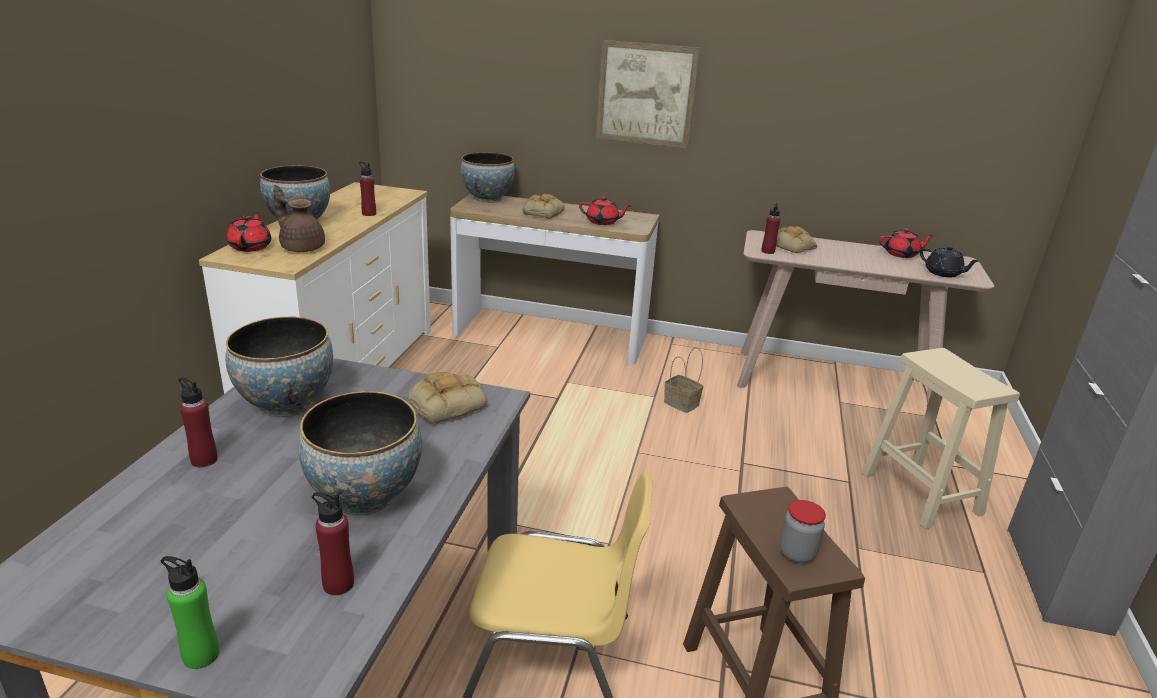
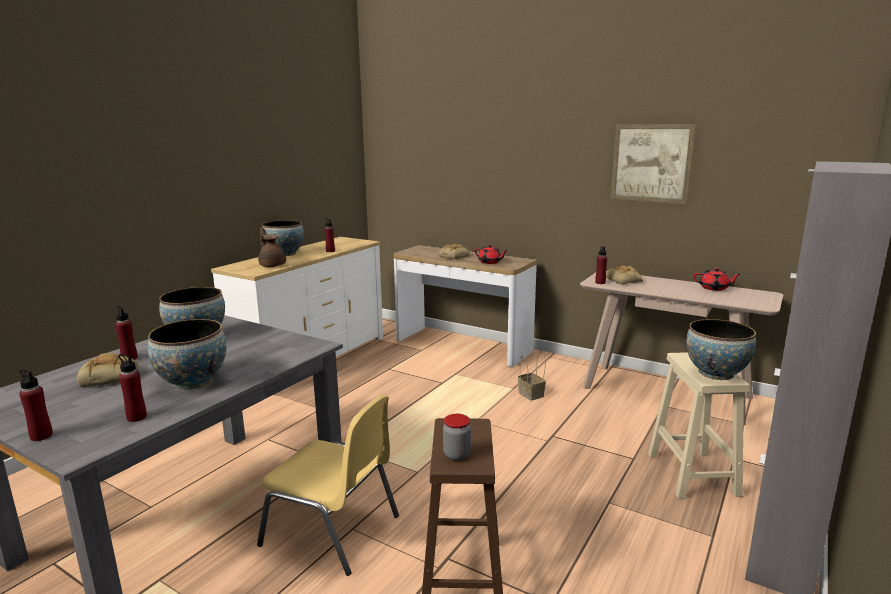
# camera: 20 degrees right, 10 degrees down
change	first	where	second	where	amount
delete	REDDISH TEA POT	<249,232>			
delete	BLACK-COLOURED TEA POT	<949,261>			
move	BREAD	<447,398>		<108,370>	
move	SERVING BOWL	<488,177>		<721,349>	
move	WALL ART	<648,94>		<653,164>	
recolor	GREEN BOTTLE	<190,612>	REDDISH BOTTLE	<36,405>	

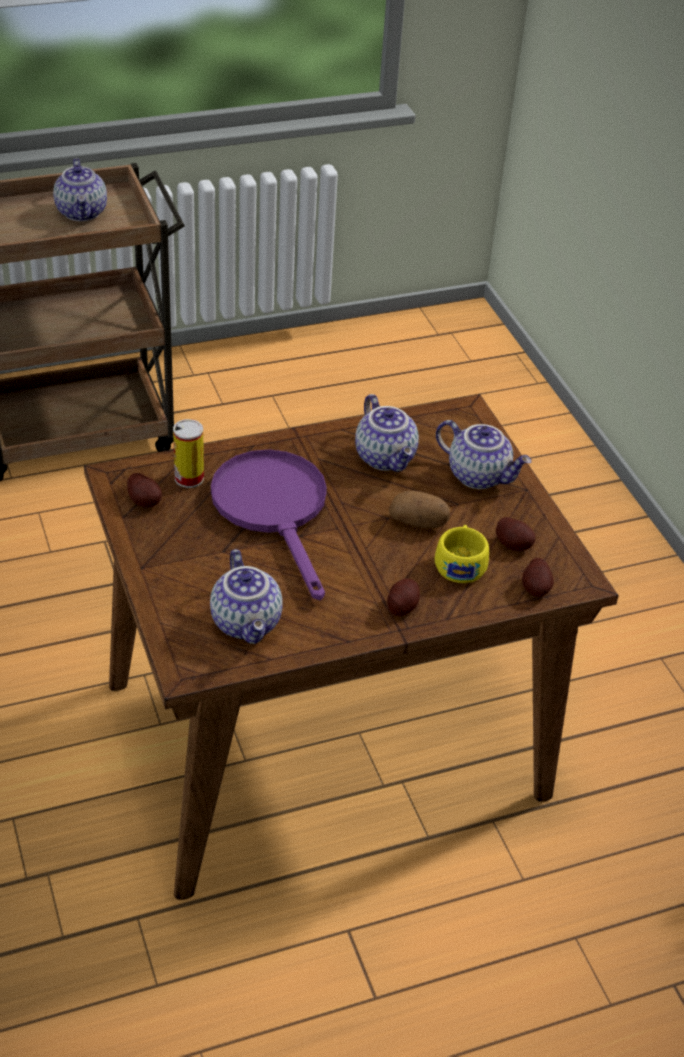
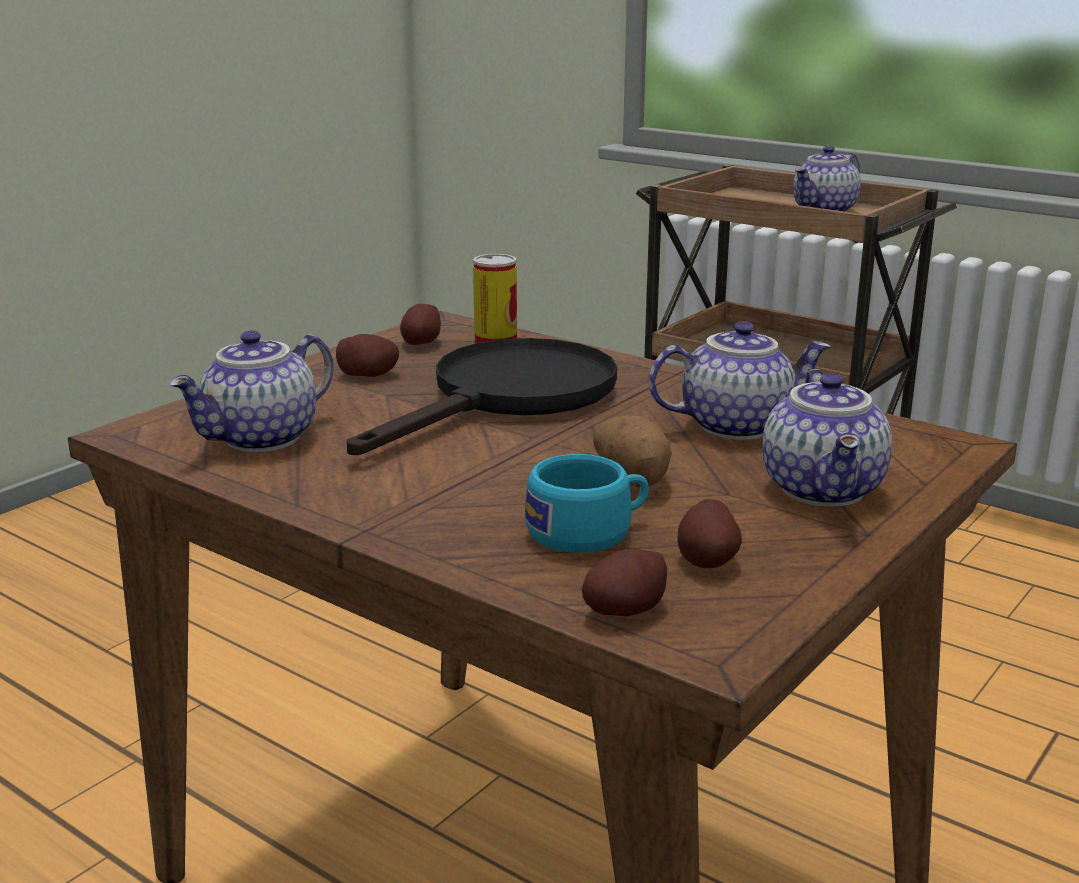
# camera: 60 degrees right, 20 degrees down
change	first	where	second	where	amount
move	SPUD	<403,597>		<367,355>	
recolor	PURPLISH SKILLET	<269,525>	BLACK-COLOURED SKILLET	<481,396>	
recolor	YELLOWISH SMALL CUP	<462,554>	TURQUOISE SMALL CUP	<587,503>	
rotate	TEA POT	<387,433>		<740,380>	135 degrees counterclockwise

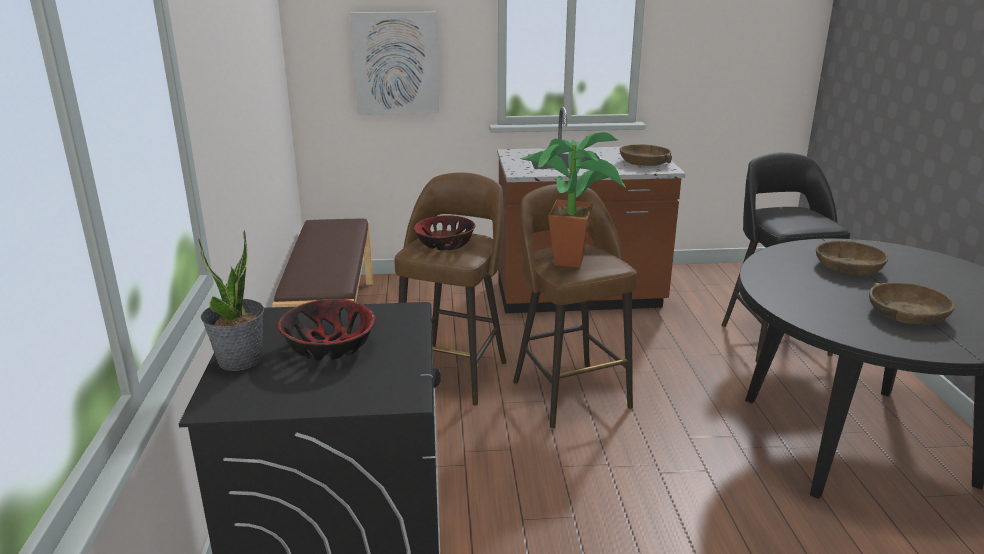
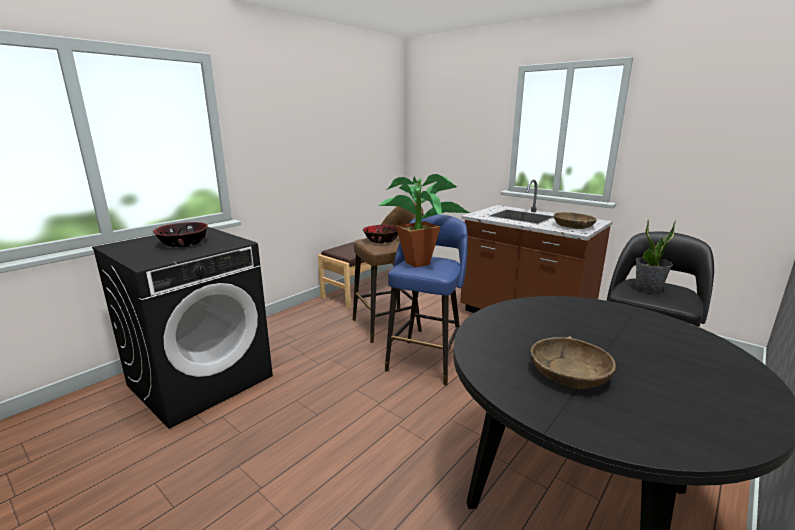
# camera: 45 degrees right, 5 degrees down
change	first	where	second	where	amount
delete	WALL ART	<394,63>			
delete	BROWNISH SERVING BOWL	<852,258>			
move	PLANT IN A POT	<231,300>		<656,256>	
recolor	BROWNISH STOOL SEAT	<575,306>	BLUE-COLOURED STOOL SEAT	<426,300>	

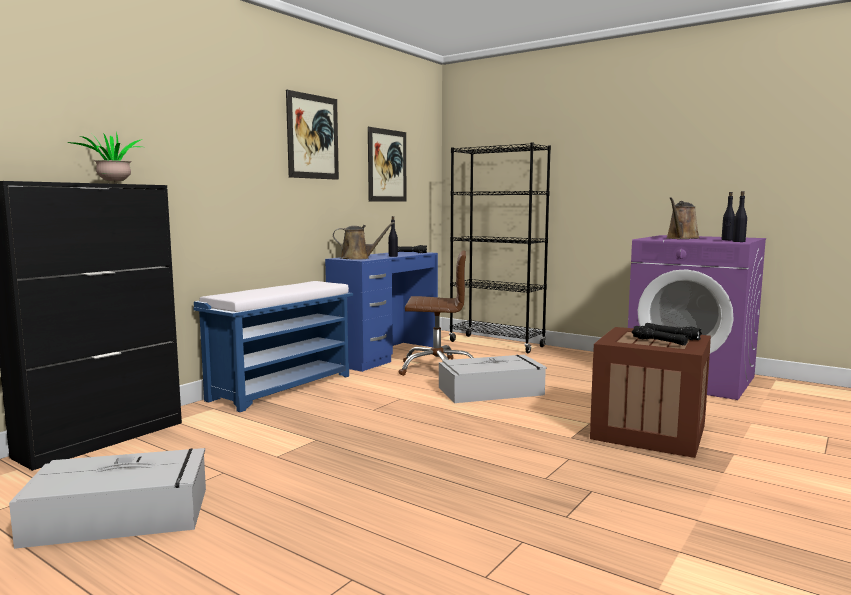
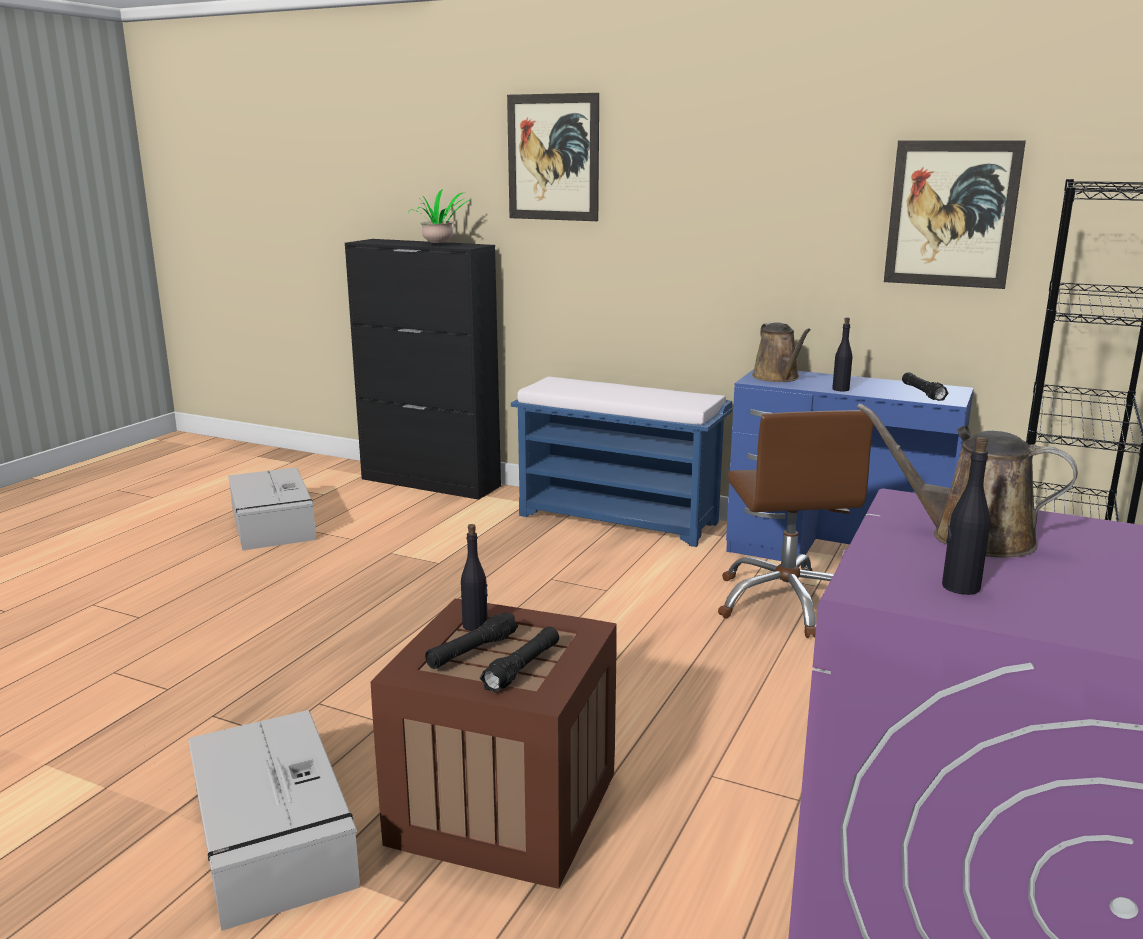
# camera: 80 degrees right, 10 degrees up
change	first	where	second	where	amount
move	WALL ART	<312,135>		<553,157>	
move	GREYISH STORAGE CONTAINER	<493,379>		<274,820>	
move	BLACK-COLOURED BOTTLE	<740,216>		<474,577>	

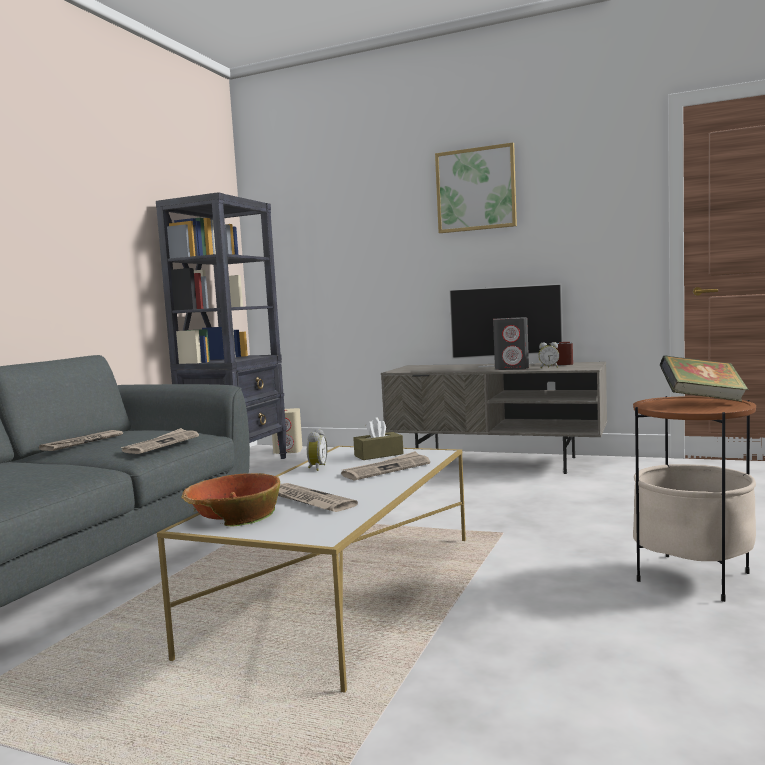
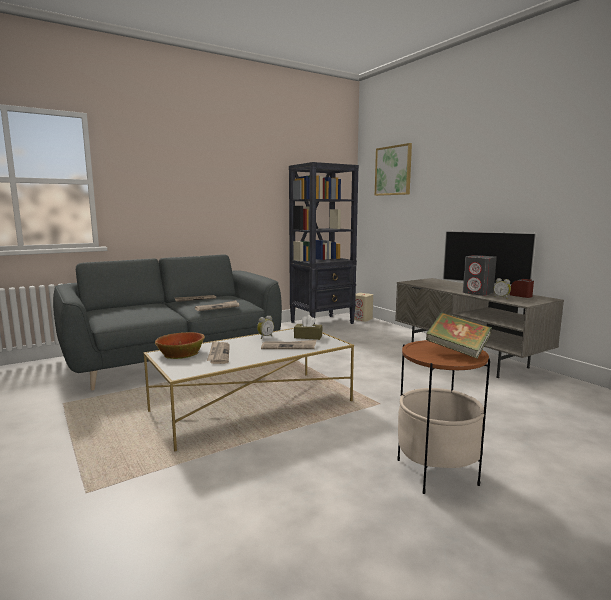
# camera: 35 degrees right, 5 degrees up
change	first	where	second	where	amount
move	WALL ART	<476,188>		<393,169>	

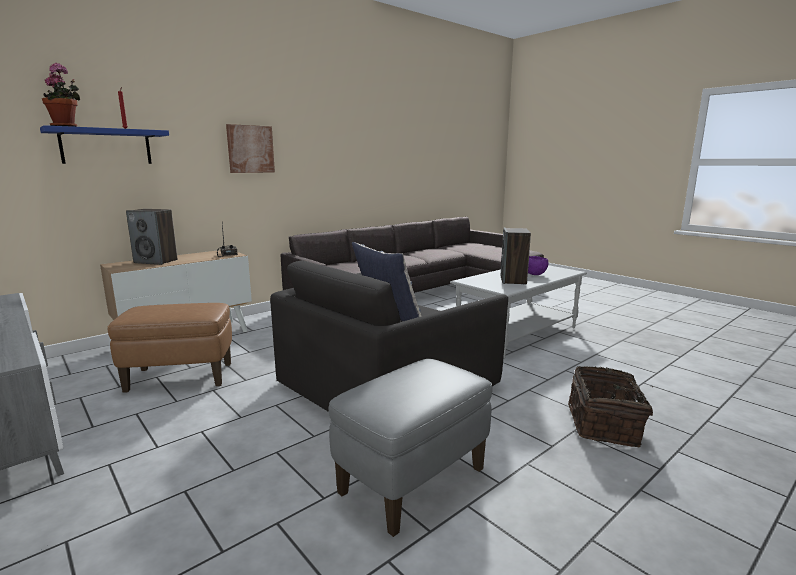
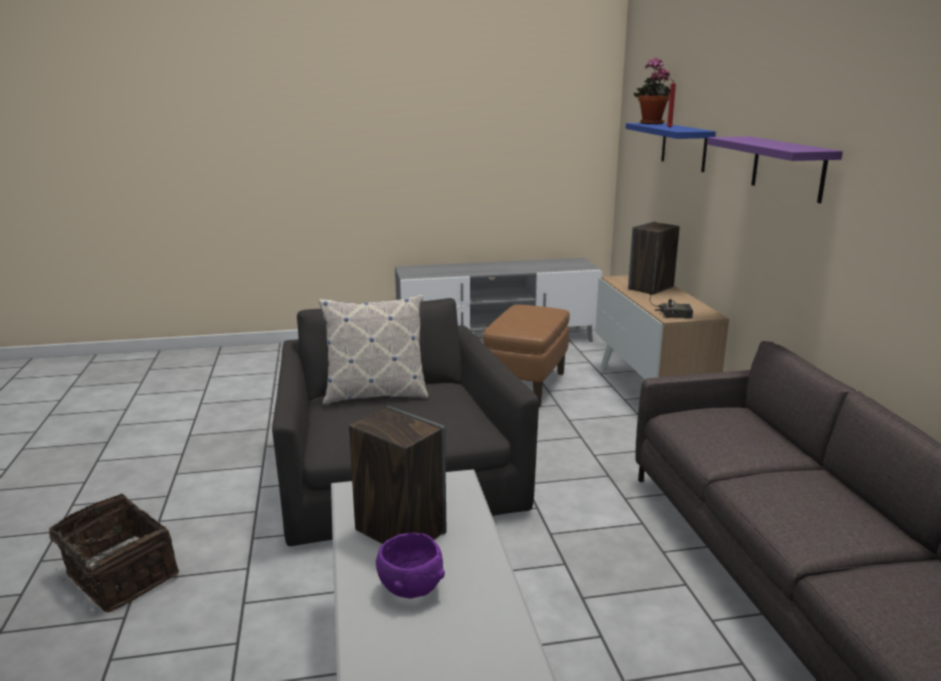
# camera: 120 degrees right, 5 degrees up
change	first	where	second	where	amount
delete	GREYISH POUFFE	<410,448>			
replace	WALL ART	<250,148>	PURPLISH BRACKET SHELF	<775,169>	

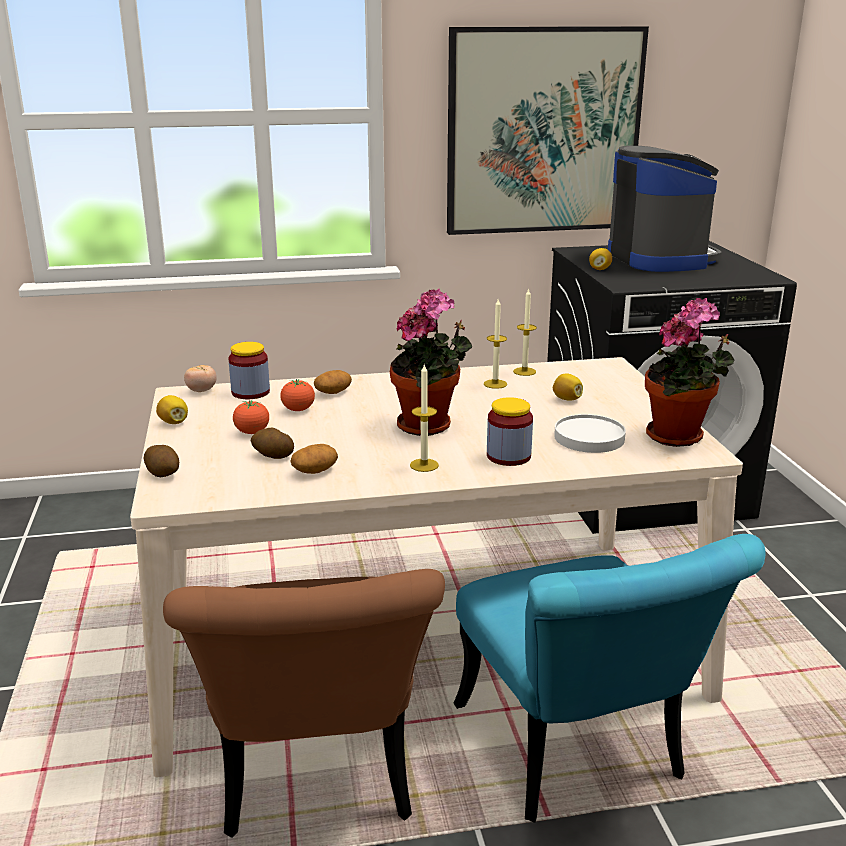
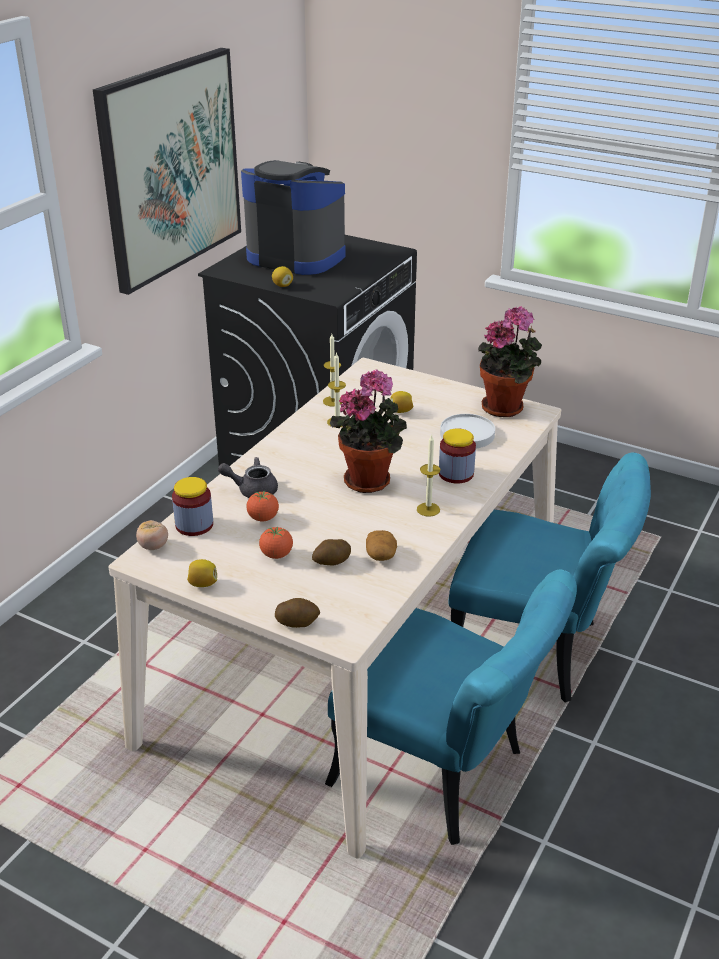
# camera: 50 degrees left, 10 degrees up
change	first	where	second	where	amount
replace	SPUD	<333,382>	GREYISH TEA POT	<248,477>	
recolor	BROWNISH UPRIGHT CHAIR	<304,703>	TURQUOISE UPRIGHT CHAIR	<451,707>	

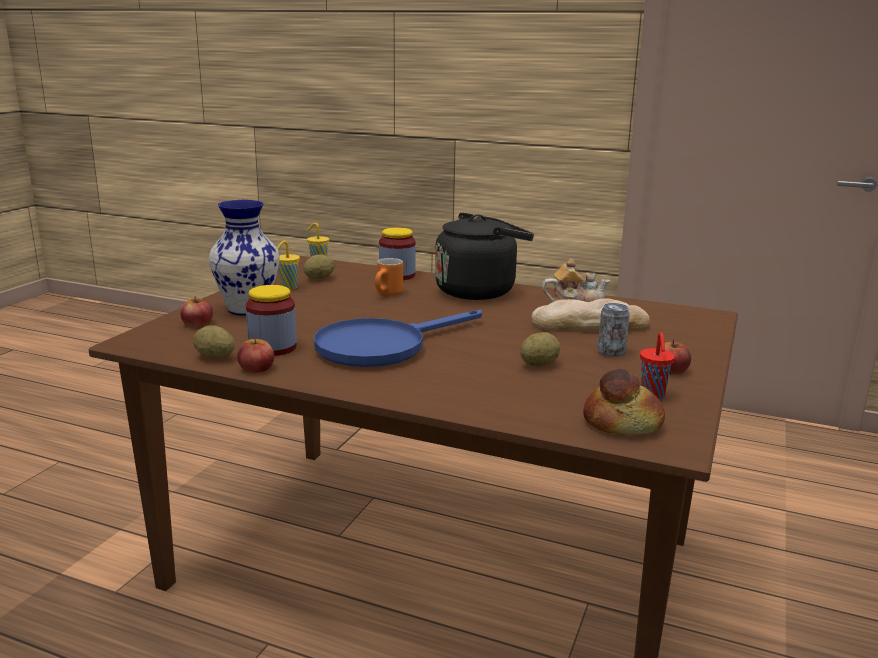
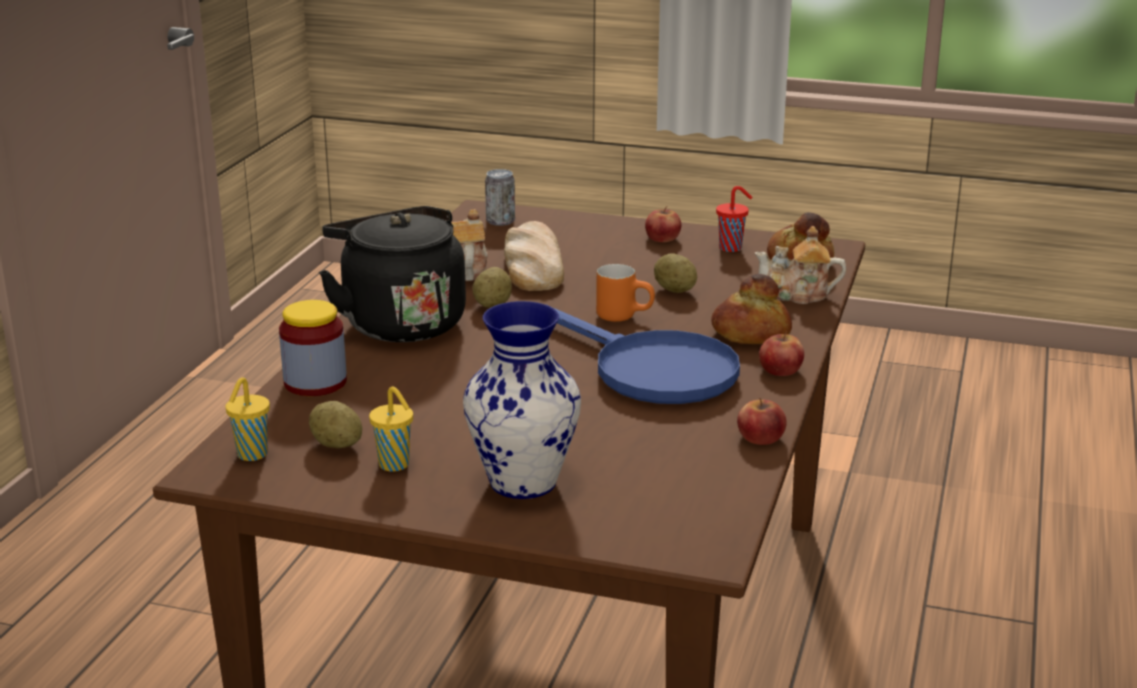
# camera: 95 degrees left, 5 degrees up
change	first	where	second	where	amount
delete	PRESERVE JAR	<271,320>			
insert			BREAD	<751,309>	
insert			TEA POT	<800,265>	
move	APPLE	<196,311>		<781,353>	
move	SPUD	<214,342>		<492,287>	
move	ORANGE-COLOURED MUG	<389,277>		<625,293>	
move	METAL CAN	<614,330>		<500,197>	

